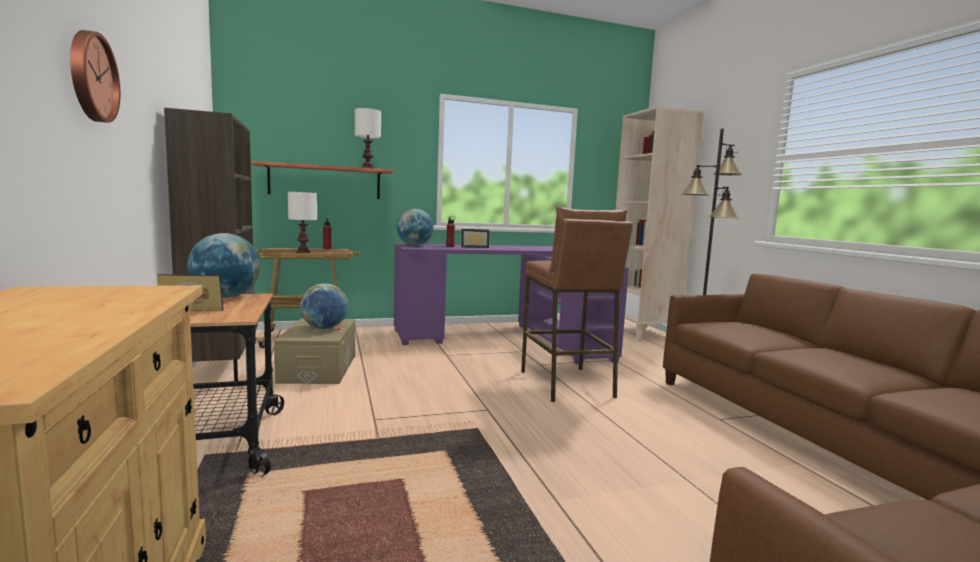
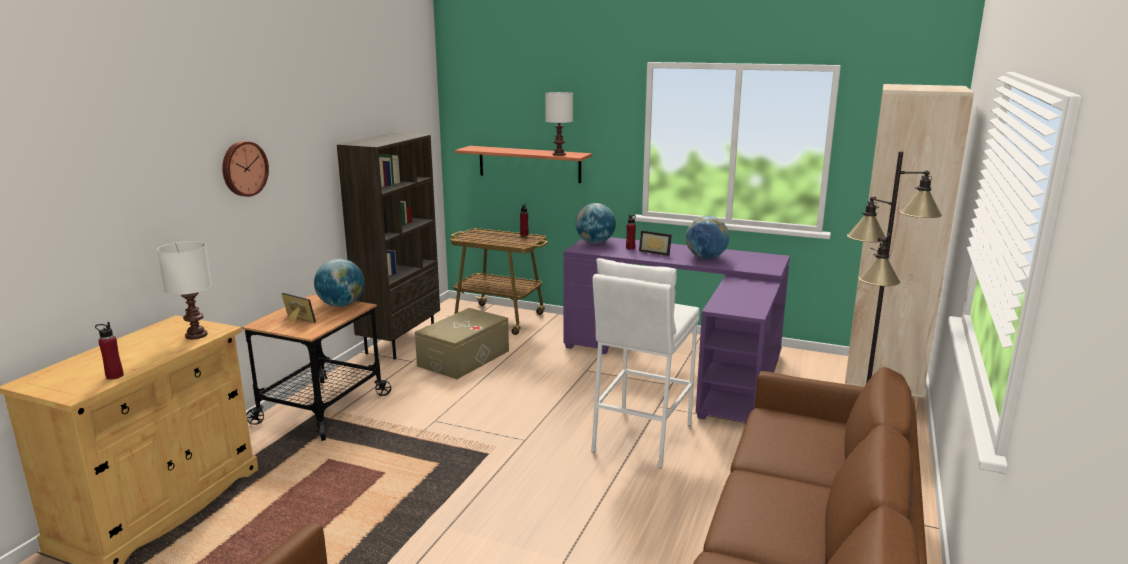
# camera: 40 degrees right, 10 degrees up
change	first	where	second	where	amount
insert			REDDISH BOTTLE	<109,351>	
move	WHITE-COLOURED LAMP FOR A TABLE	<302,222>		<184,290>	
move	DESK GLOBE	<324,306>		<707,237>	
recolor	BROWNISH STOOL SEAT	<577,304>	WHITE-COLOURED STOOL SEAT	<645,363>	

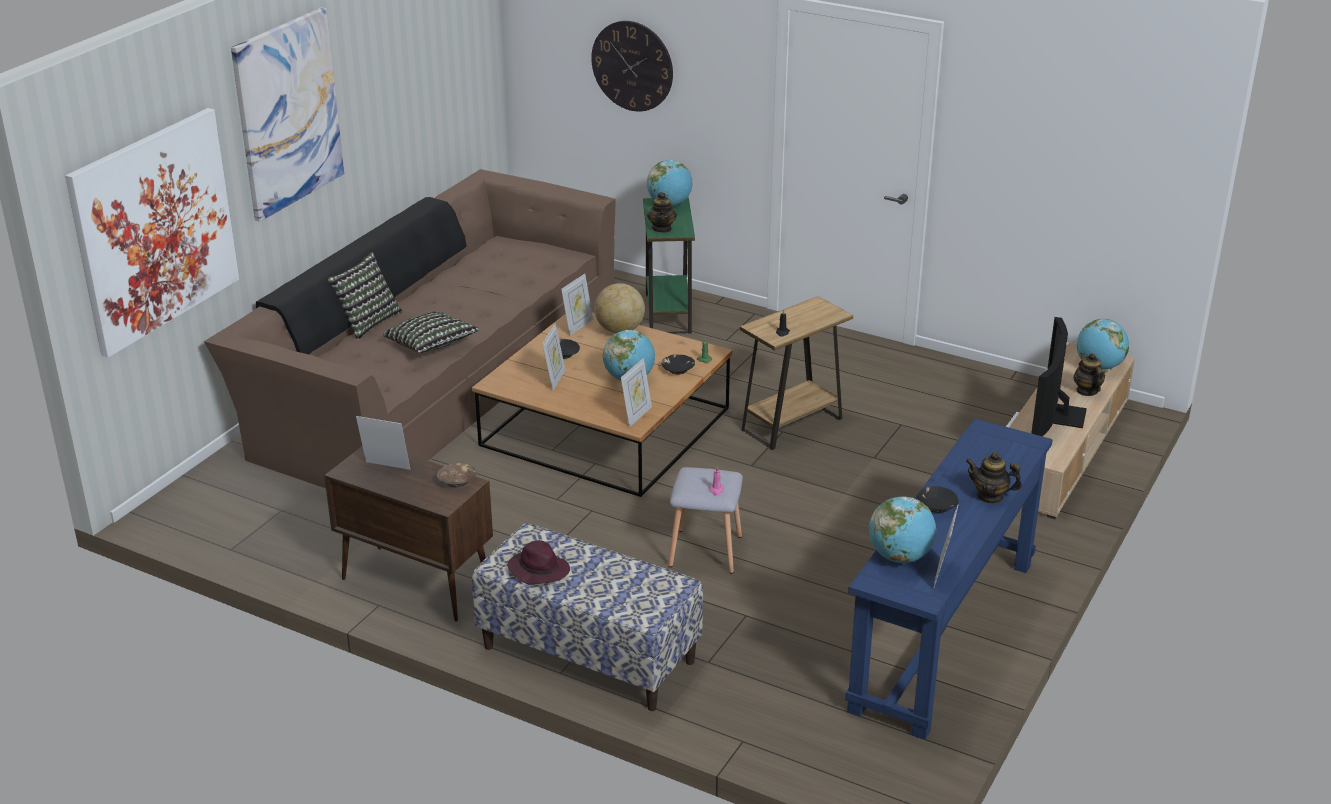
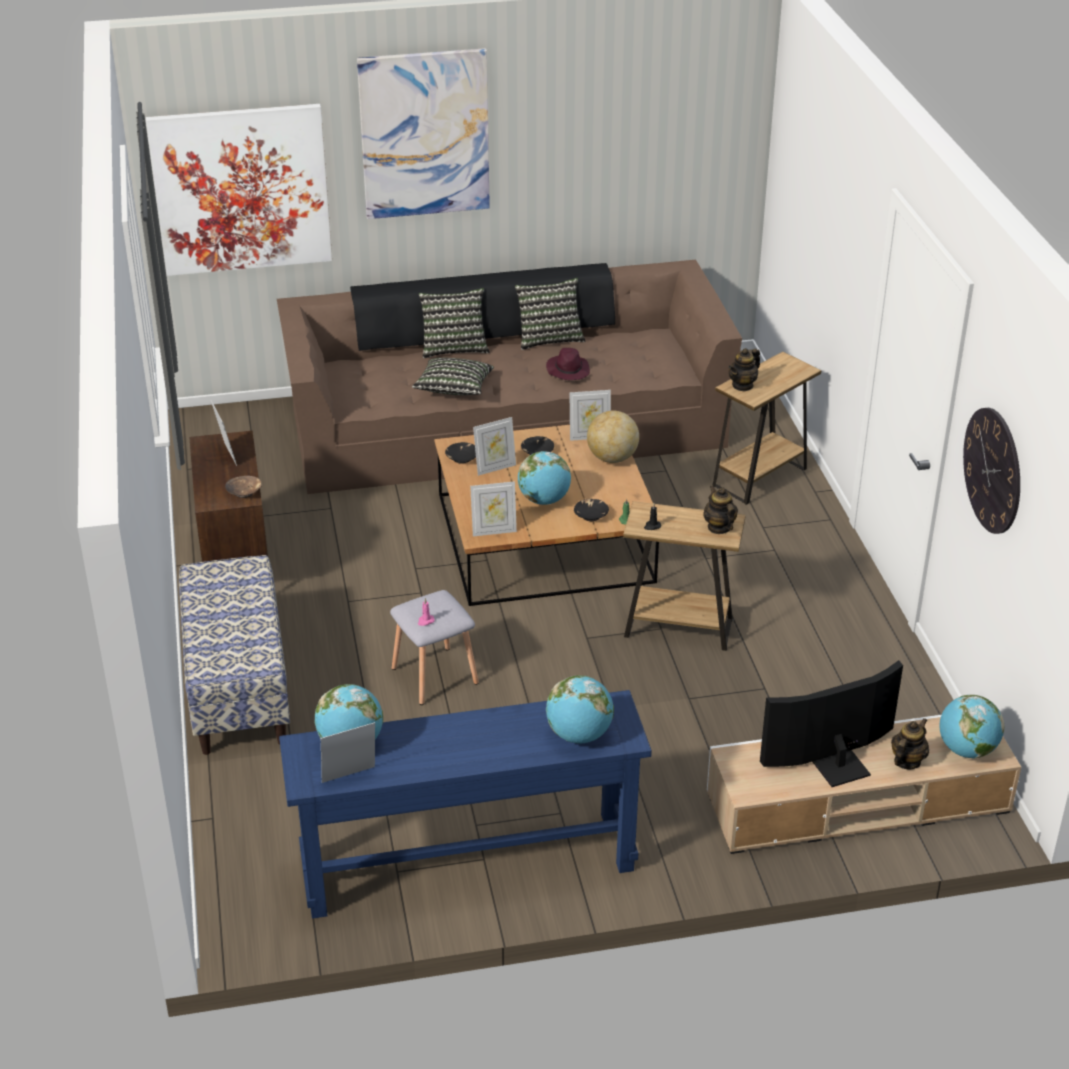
# camera: 50 degrees right, 5 degrees up
change	first	where	second	where	amount
insert			PILLOW	<550,314>	
move	PURPLISH WEARABLE HAT	<539,562>		<568,364>	
move	HANGING CLOCK	<632,66>		<991,471>	
move	DESK GLOBE	<669,183>		<580,709>	
move	BLACK-COLOURED SERVING BOWL	<938,499>		<460,453>	
move	TEA POT	<994,478>		<720,509>	
recolor	GREEN END TABLE	<669,265>	BROWNISH END TABLE	<767,428>	

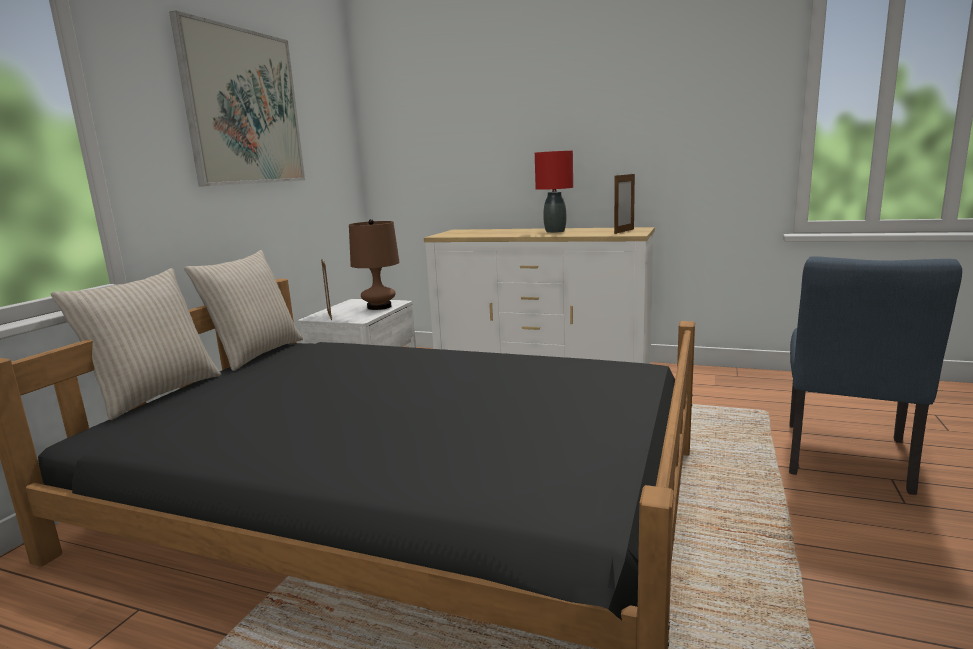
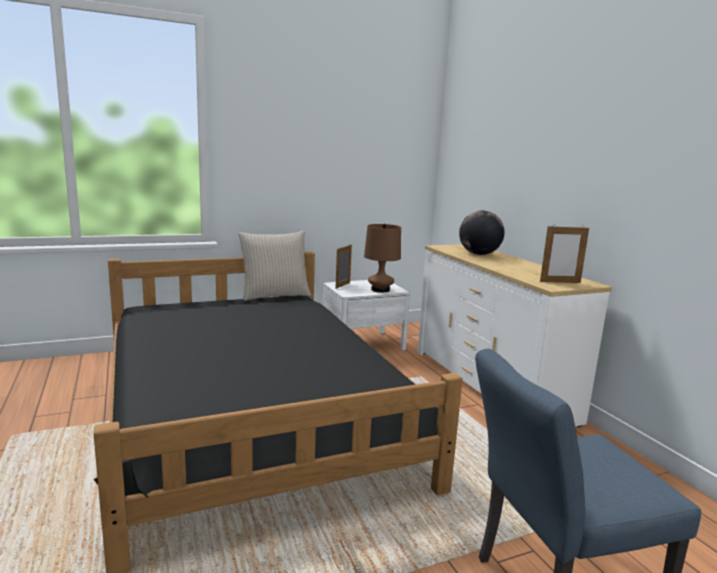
# camera: 45 degrees right, 0 degrees up
change	first	where	second	where	amount
delete	BEIGE PILLOW	<136,344>			
delete	WALL ART	<237,98>			
delete	REDDISH LAMP FOR A TABLE	<554,192>			
insert			DESK GLOBE	<482,232>	

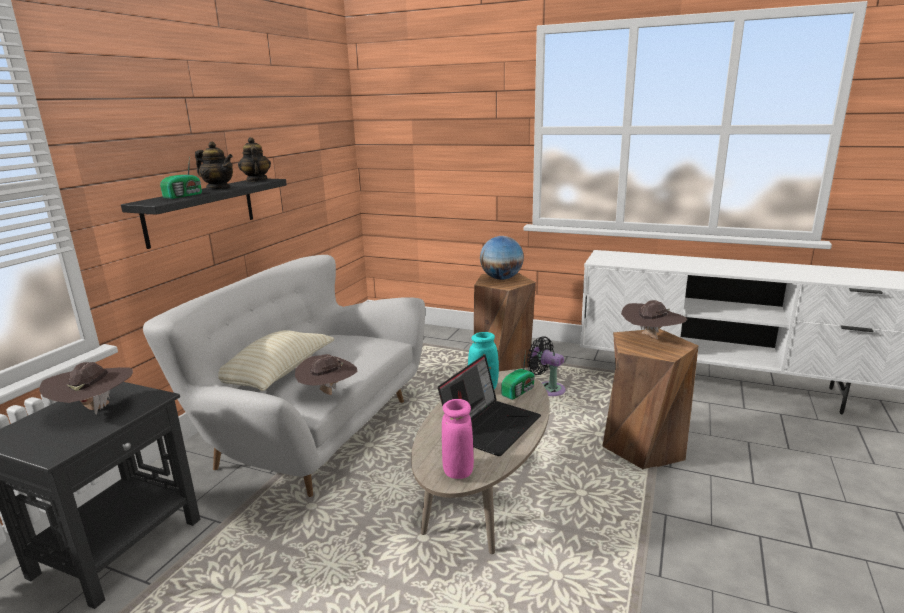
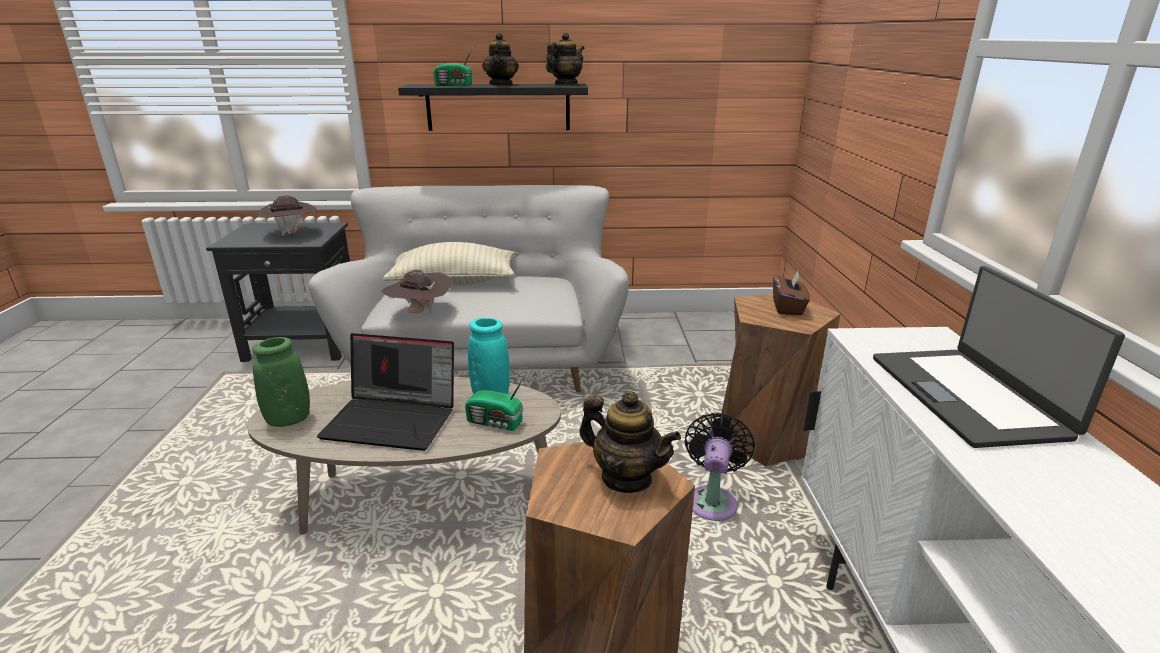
# camera: 65 degrees right, 5 degrees up
change	first	where	second	where	amount
insert			LAPTOP	<999,357>	
replace	DESK GLOBE	<502,258>	BROWNISH TISSUE BOX	<791,293>	
replace	BROWNISH WEARABLE HAT	<654,319>	TEA POT	<630,442>	
recolor	PINKISH VASE	<458,439>	GREEN VASE	<281,382>	

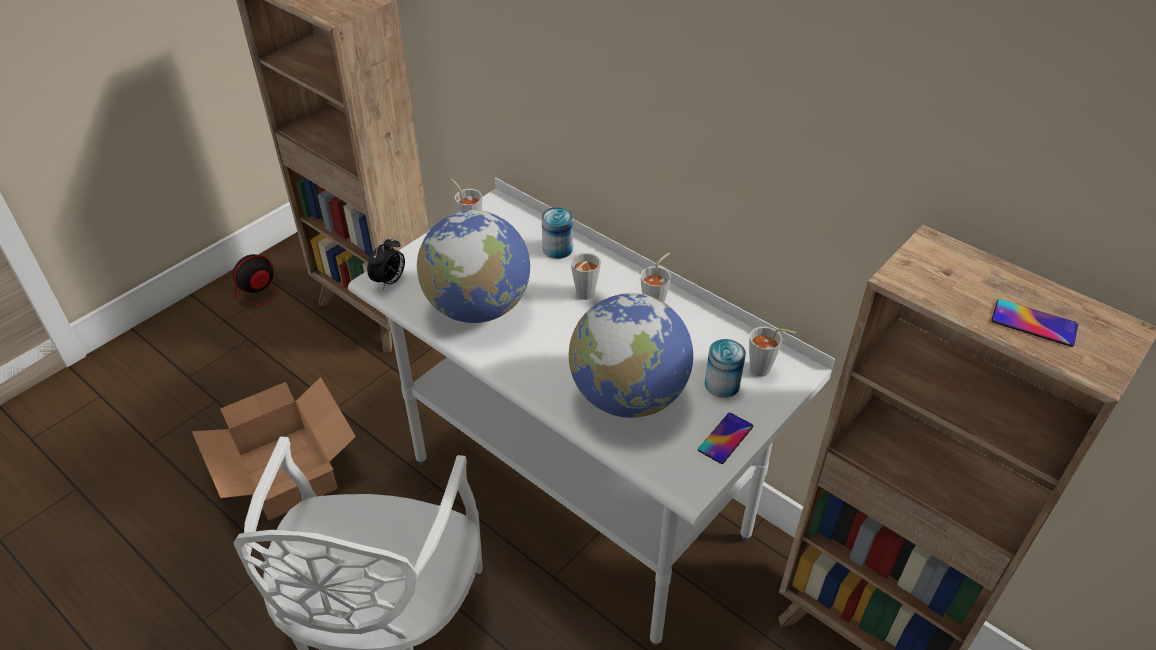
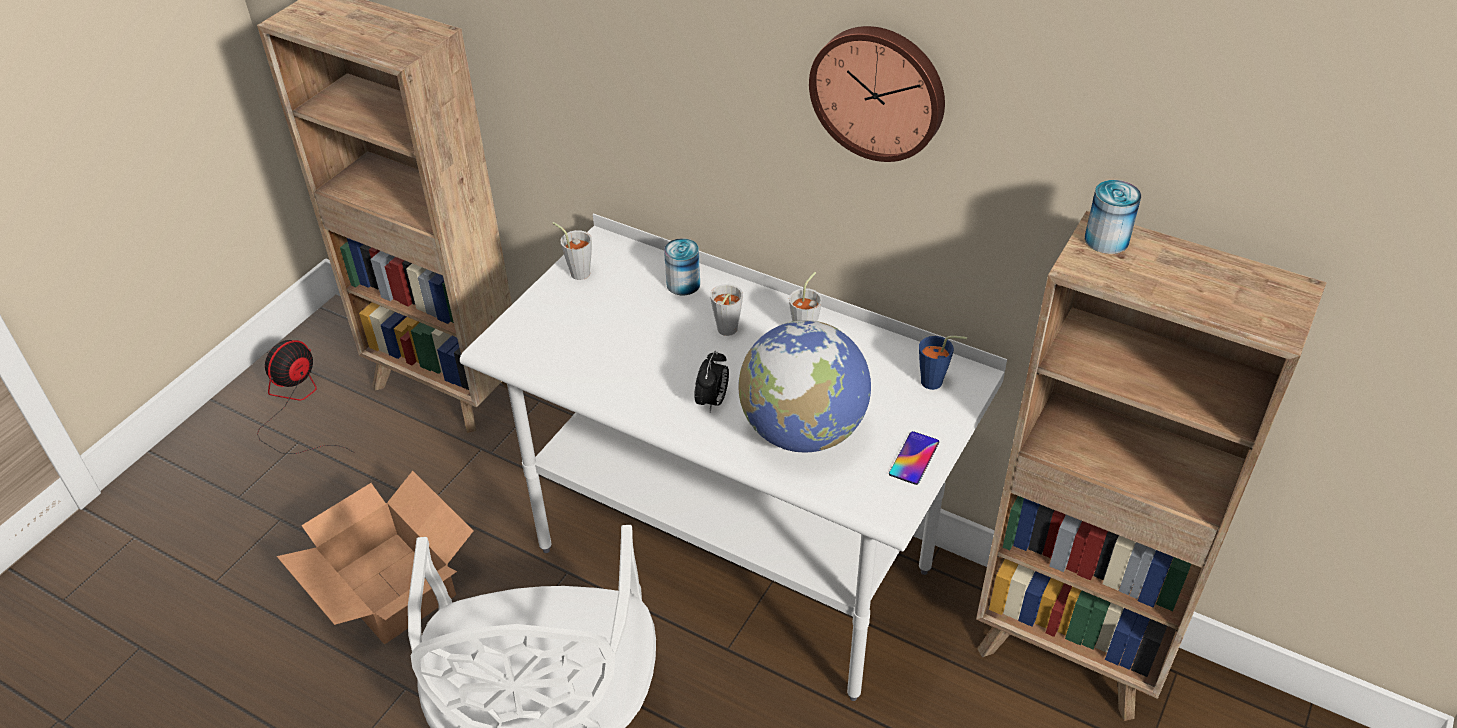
# camera: 10 degrees left, 0 degrees up
change	first	where	second	where	amount
delete	DESK GLOBE	<473,266>			
delete	TELEPHONE	<1034,323>			
insert			HANGING CLOCK	<877,94>	
move	ALARM CLOCK	<386,263>		<711,381>	
move	METAL CAN	<725,368>		<1113,217>	
recolor	GREYISH SMALL CUP	<772,351>	BLUE-COLOURED SMALL CUP	<943,363>	

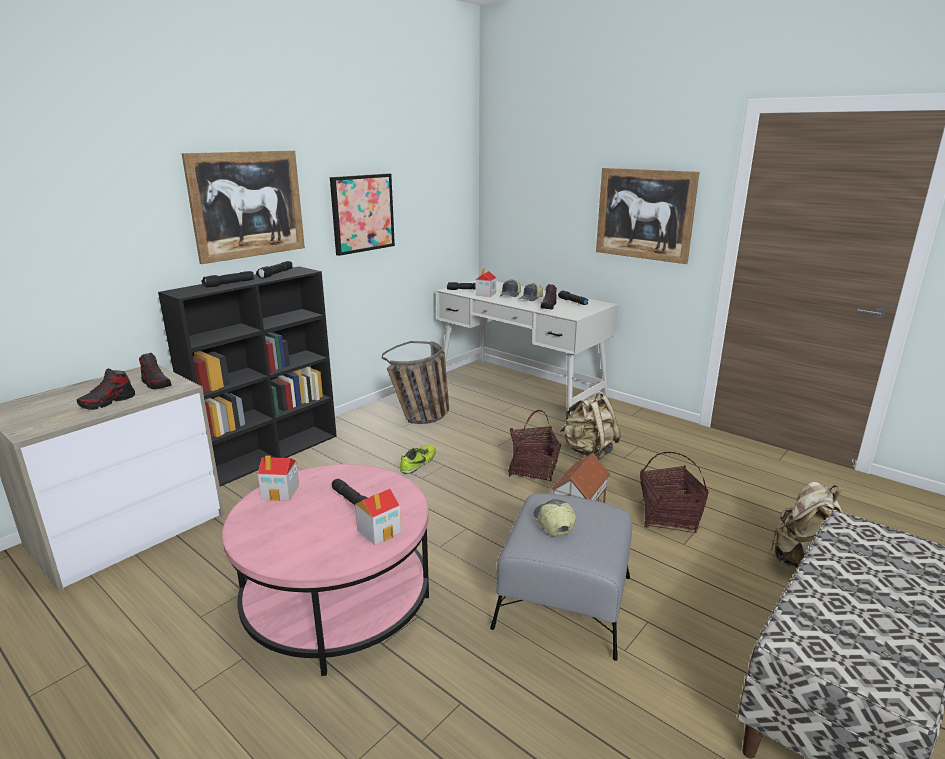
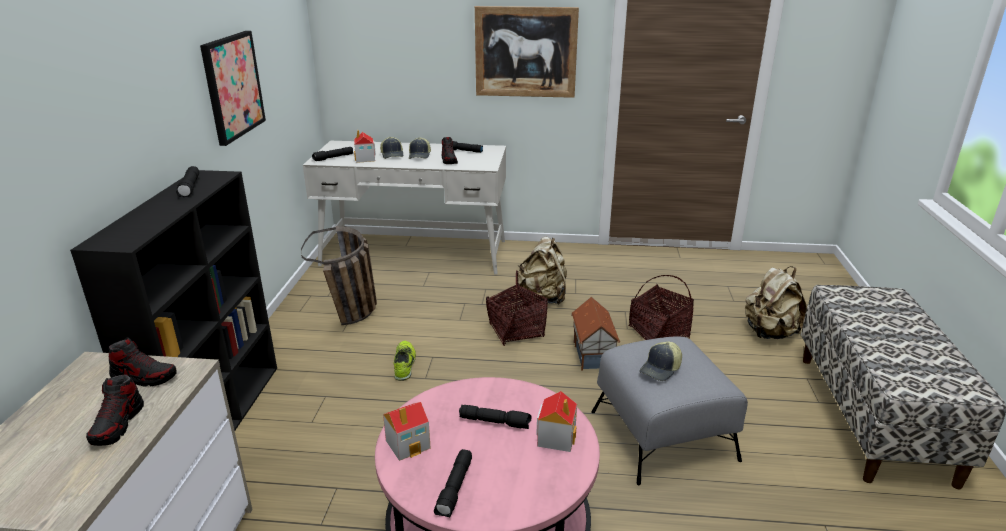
# camera: 35 degrees left, 5 degrees up
change	first	where	second	where	amount
delete	WALL ART	<243,207>			
move	BLACK-COLOURED TORCH	<228,279>		<453,483>	
rotate	BASEBALL CAP	<555,517>		<660,361>	90 degrees counterclockwise

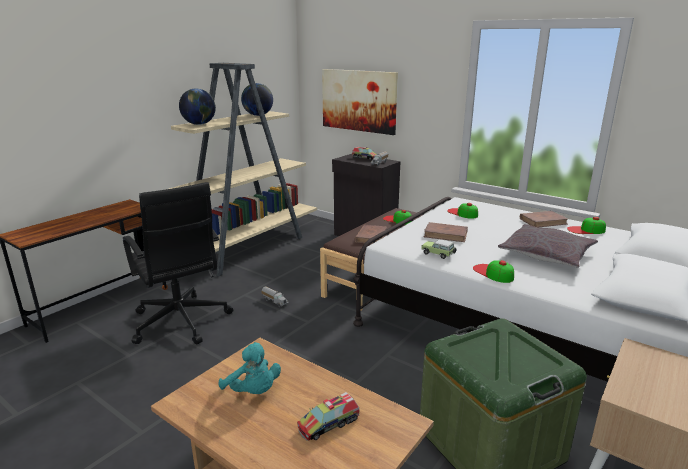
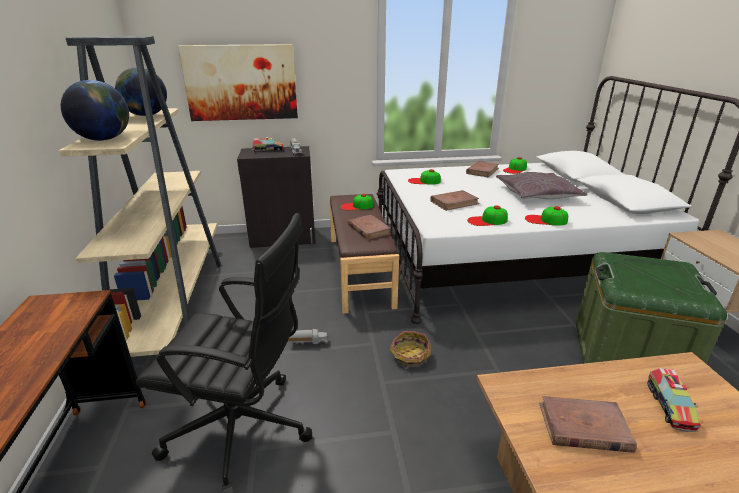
# camera: 45 degrees left, 5 degrees up
change	first	where	second	where	amount
insert			HOUSEHOLD BASKET	<411,350>	
replace	TURQUOISE SOFT TOY	<249,368>	BROWNISH VOLUME	<588,424>	
replace	MODEL CAR	<439,249>	BASEBALL CAP	<487,215>	

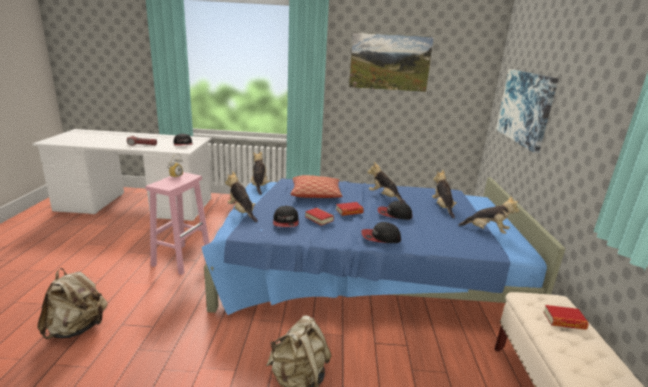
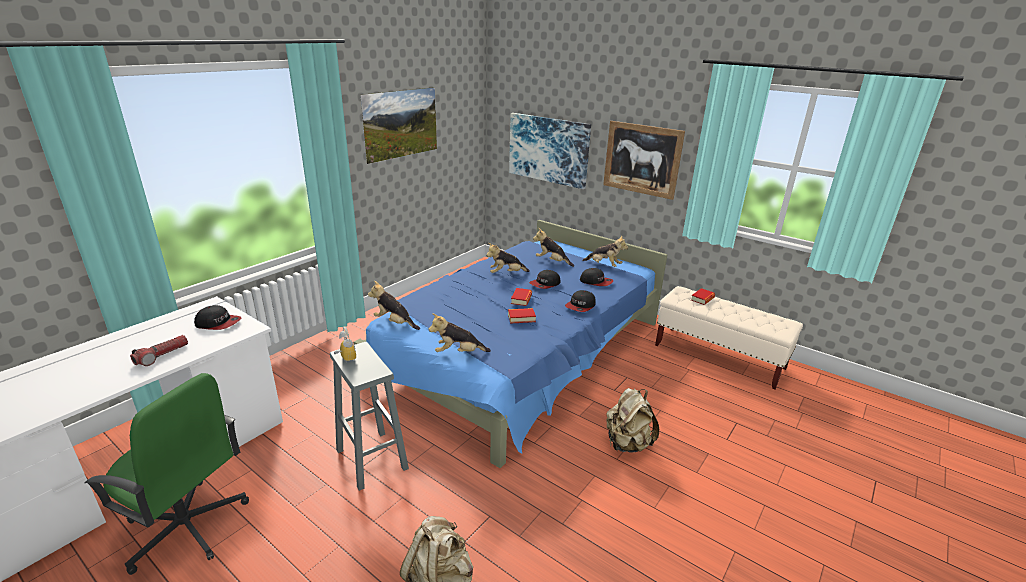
# camera: 55 degrees left, 5 degrees up
change	first	where	second	where	amount
delete	PILLOW	<317,186>			
insert			GREEN OFFICE CHAIR	<166,474>	
insert			WALL ART	<644,160>	
move	BASEBALL CAP	<286,216>		<596,277>	
recolor	PINKISH STOOL SEAT	<177,223>	GREYISH STOOL SEAT	<369,416>	
rotate	SOFT TOY	<489,215>		<605,251>	60 degrees clockwise

